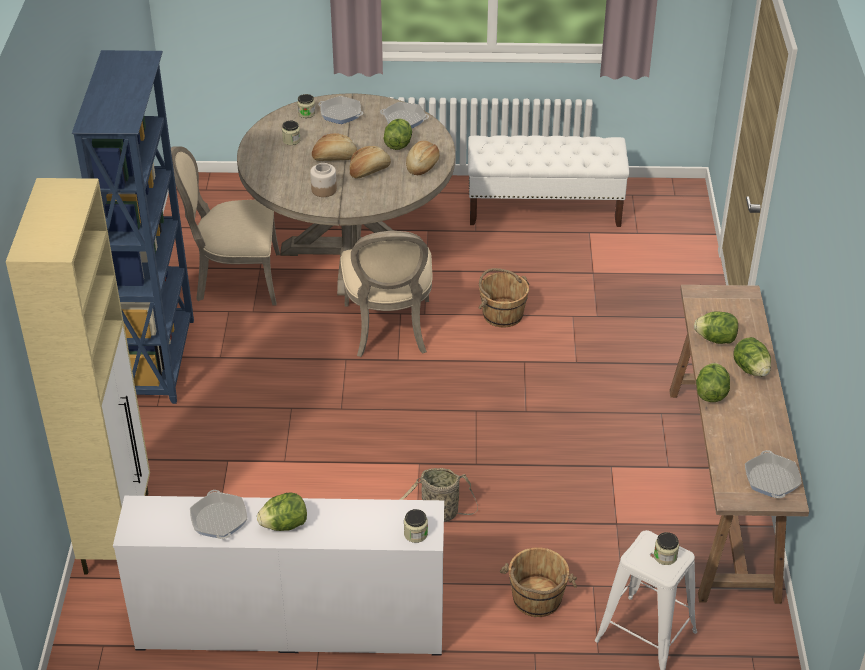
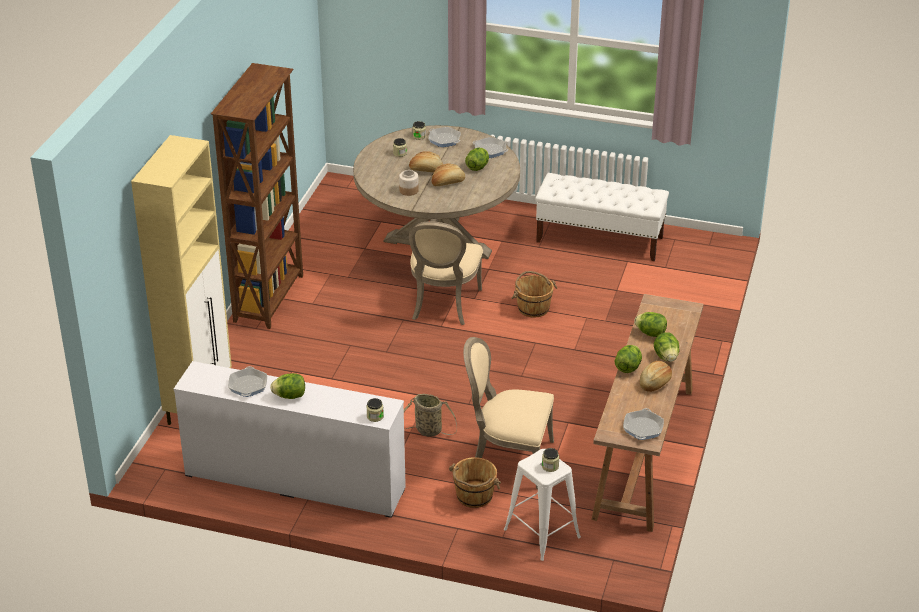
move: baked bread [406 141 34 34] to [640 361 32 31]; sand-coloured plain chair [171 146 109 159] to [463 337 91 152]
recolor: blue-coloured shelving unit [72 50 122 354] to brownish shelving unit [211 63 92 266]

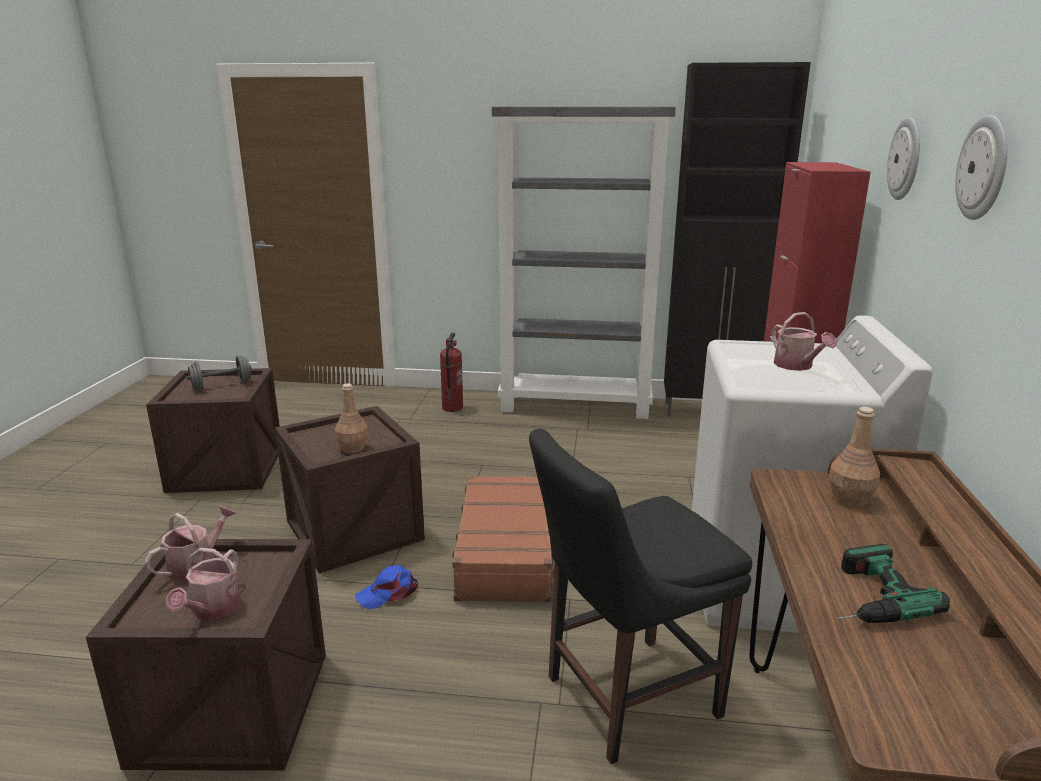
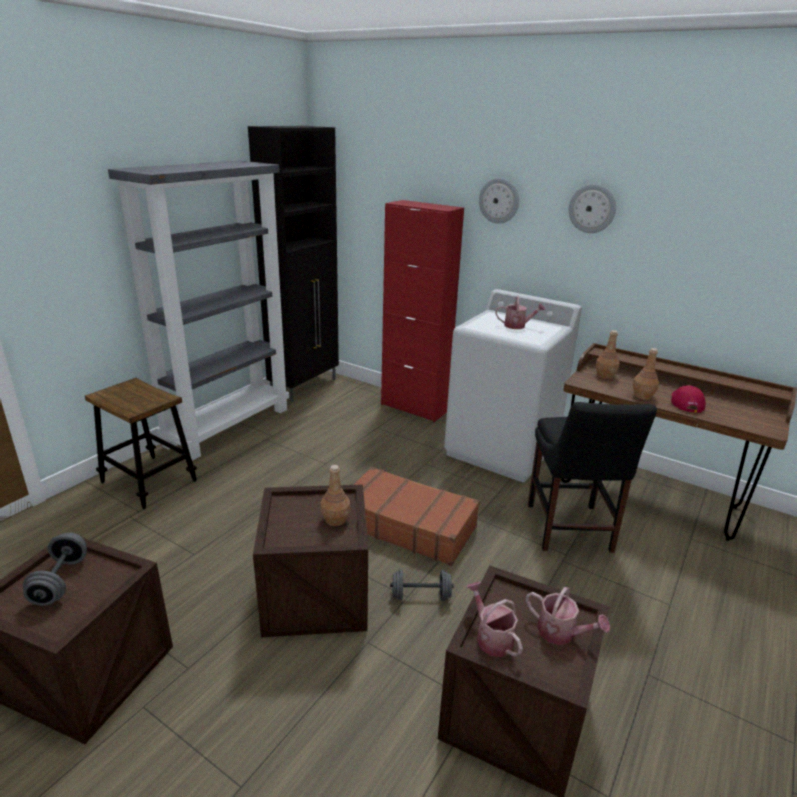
insert: brownish drink bottle [633 348 26 52]
replace: extinguisher [440 333 23 79] to sitting stool [85 378 112 131]; power drill [837 544 113 79] to red-coloured peaked cap [671 385 35 28]; blue-coloured peaked cap [355 565 63 44] to greyish dumbbell [390 570 64 31]

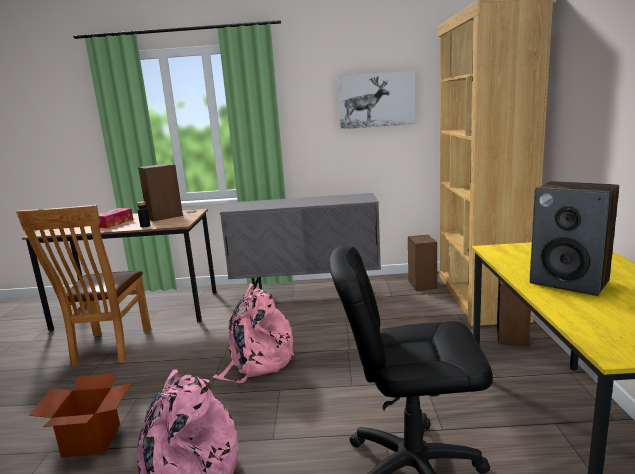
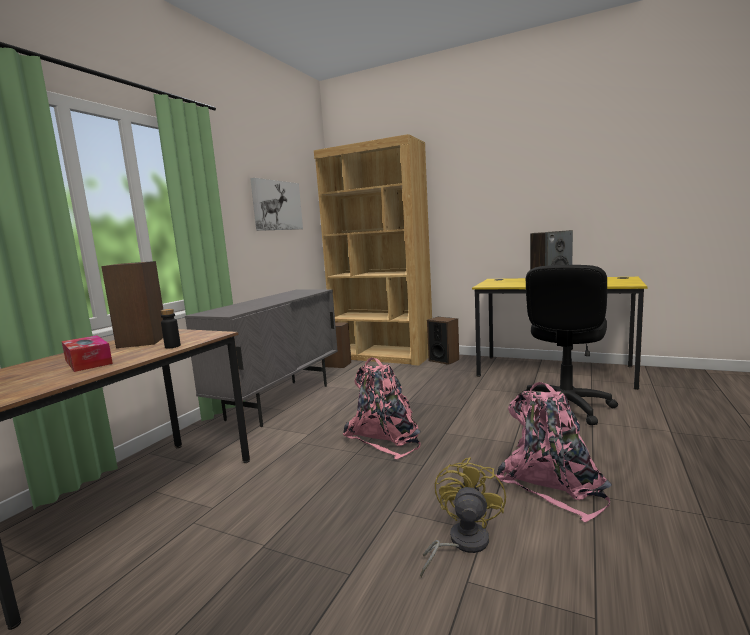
delete: brownish plain chair [16 205 135 162]
replace: packing box [29 373 102 85] to yellow cooling fan [420 457 86 121]

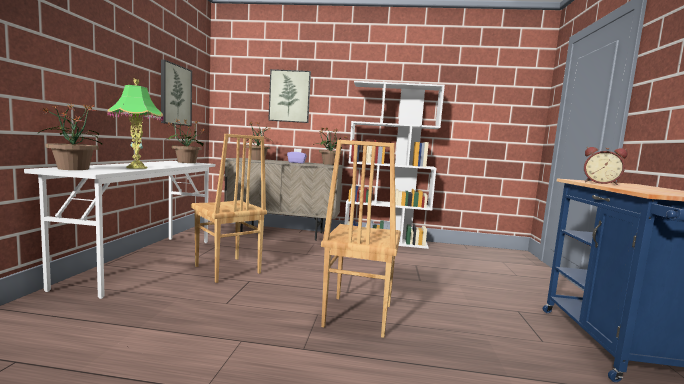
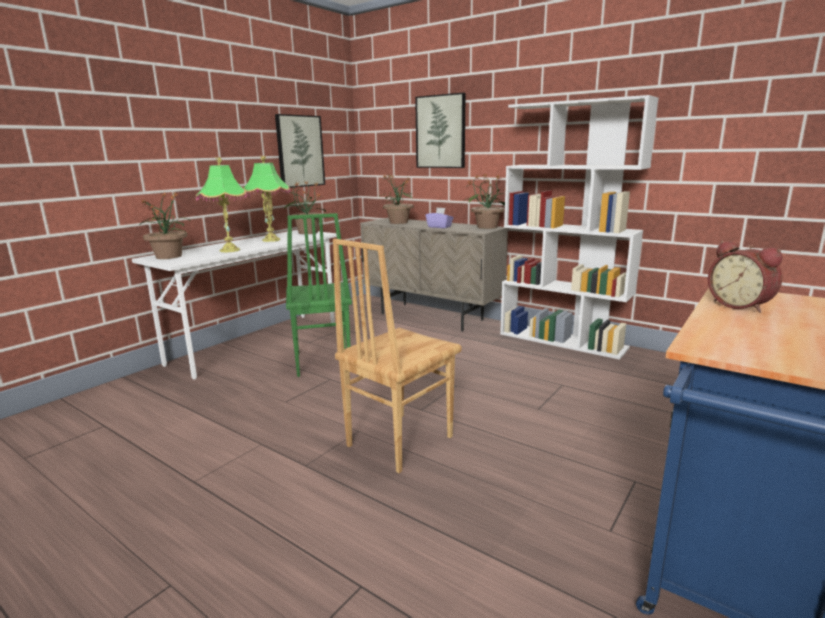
insert: lamp for a table [243 156 47 86]
recolor: brownish plain chair [191 134 76 149] to green plain chair [286 213 66 164]

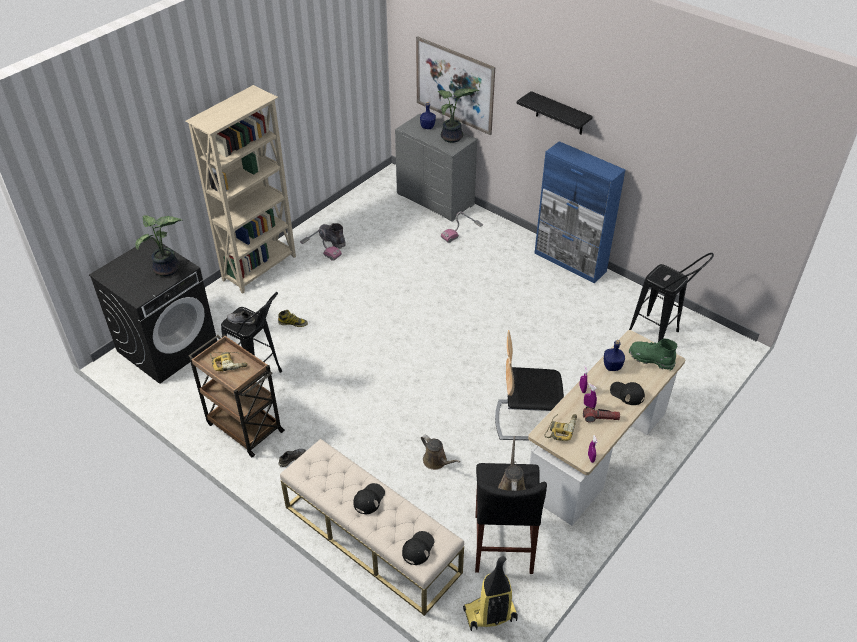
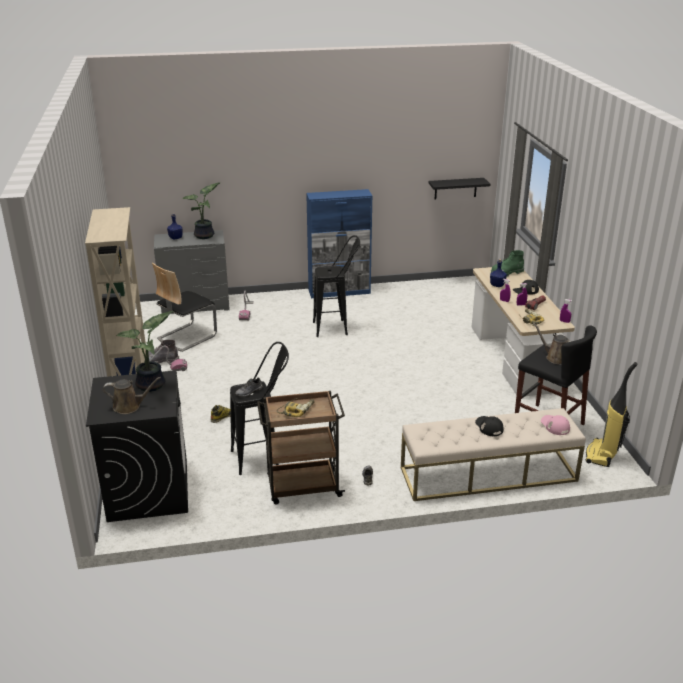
delete: wall art [416 36 79 99]
move: black wall shelf [517 91 76 44] to [428 178 62 21]; black sitting stool [629 253 85 89] to [313 235 47 102]; plain chair [495 330 69 111] to [152 263 65 89]; brownish sprinkling can [421 435 39 35] to [103 377 58 37]
recolor: black peaked cap [402 531 32 34] to pink-coloured peaked cap [541 415 29 20]

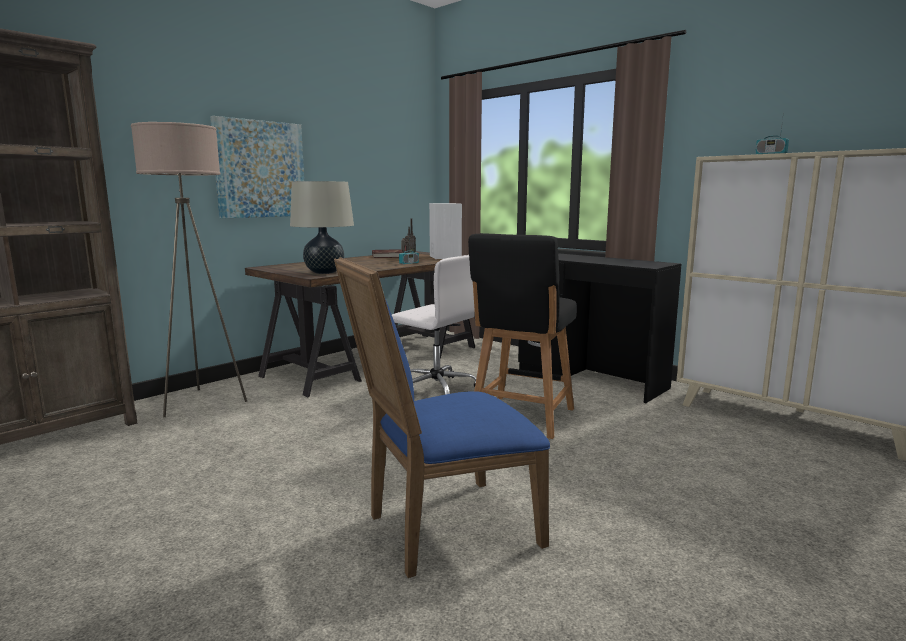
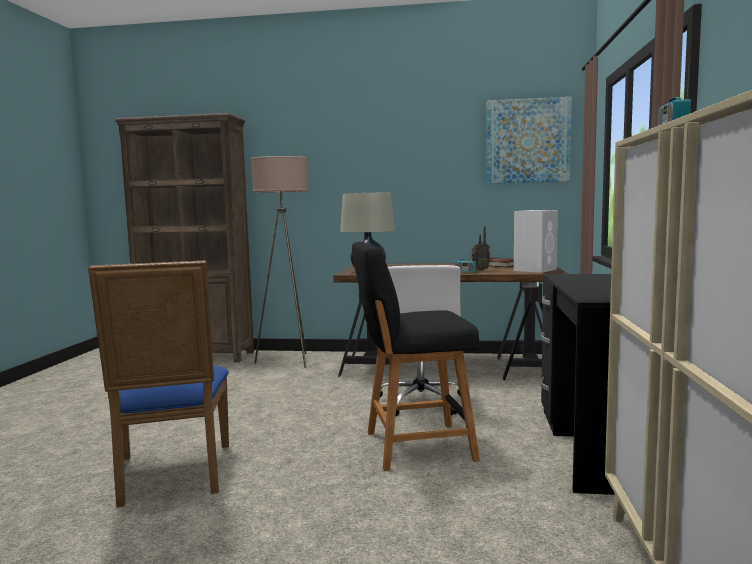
move: wall art [210 116 94 102] to [486 97 86 87]
rotate: blue-coloured plain chair [334 257 216 321] = [88 260 141 247] 135 degrees counterclockwise

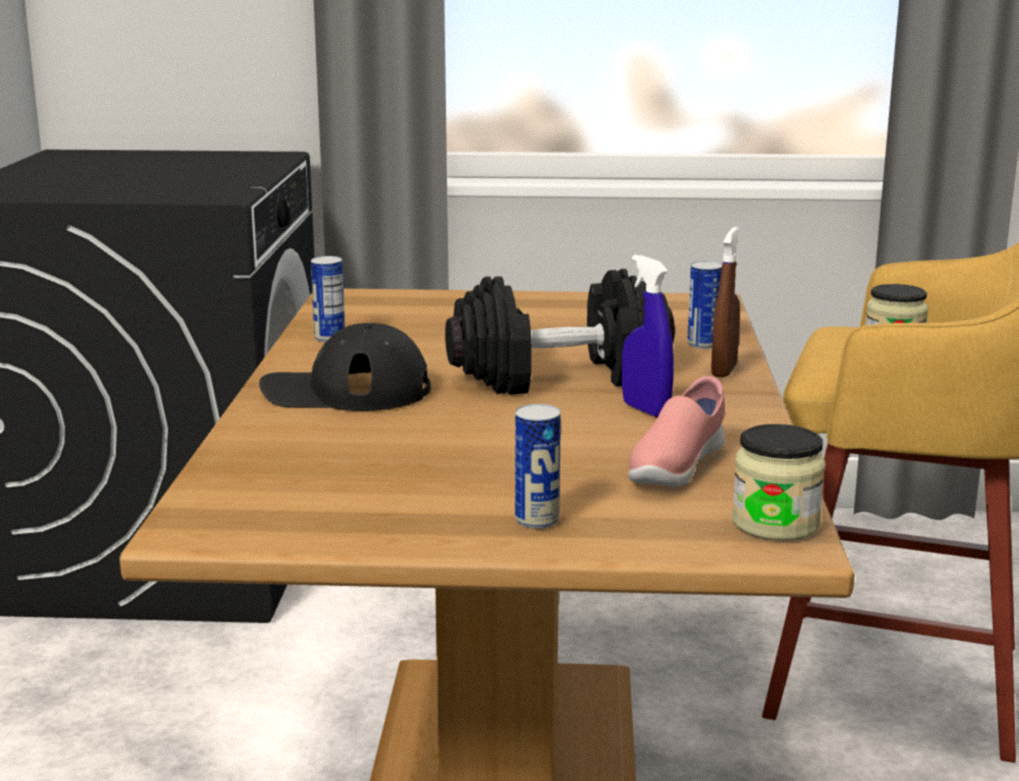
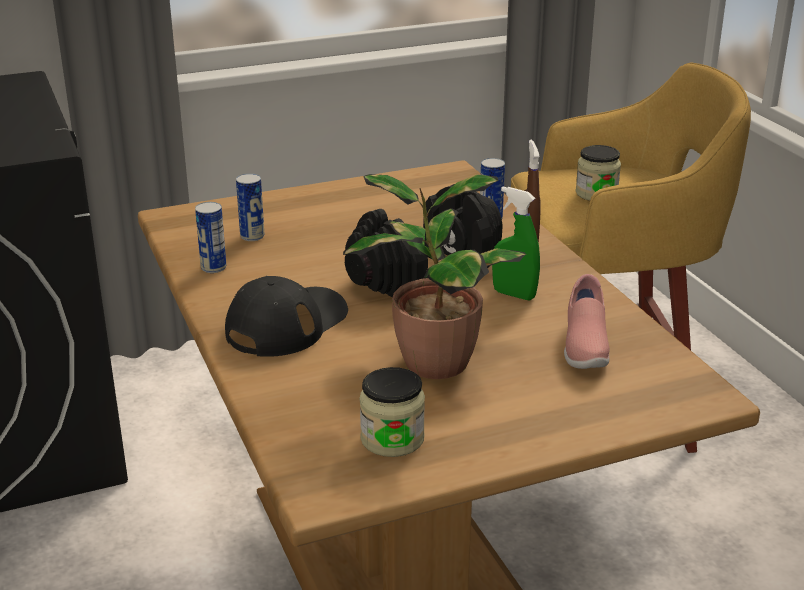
insert: plant in a pot [343 174 183 205]
move: metal can [515 404 46 125] to [236 173 29 68]; jar [732 424 93 117] to [360 367 65 90]
recolor: blue-coloured sprayer [622 255 52 162] to green sprayer [492 187 48 113]
rotate: black peaked cap [259 323 172 88] = [225 276 123 81] 150 degrees clockwise

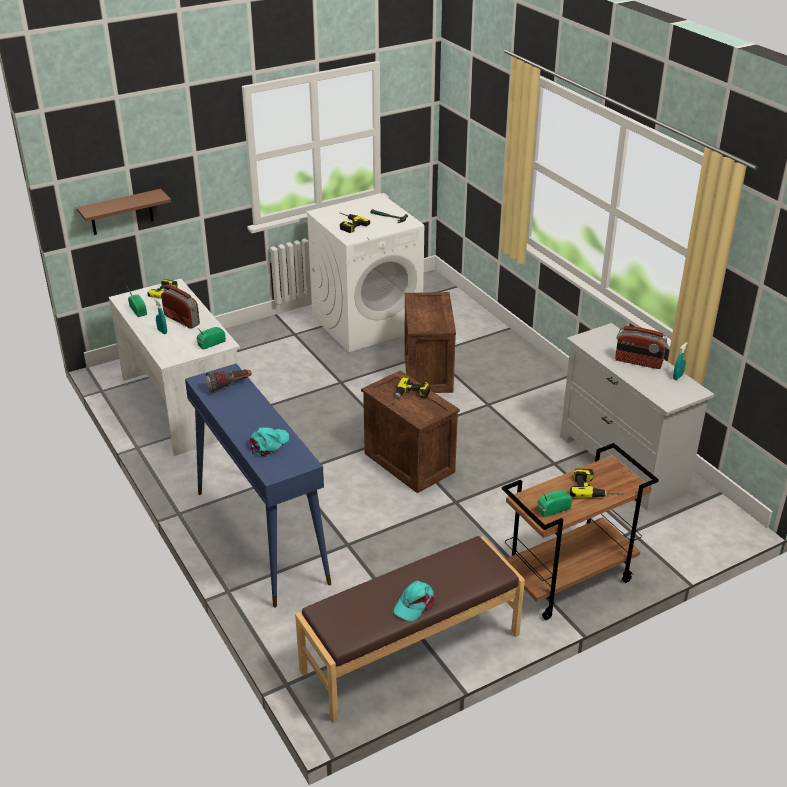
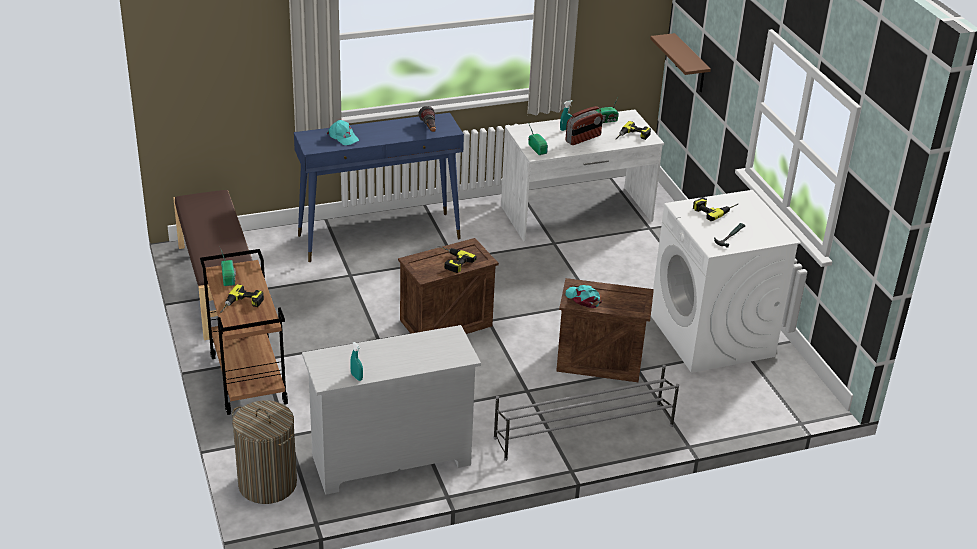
delete: radio [615 326 53 43]
insert: greyish shoe stand [493 364 186 97]; laundry basket [232 401 65 103]
move: turquoise peaked cap [394 581 41 40] to [566 285 36 23]

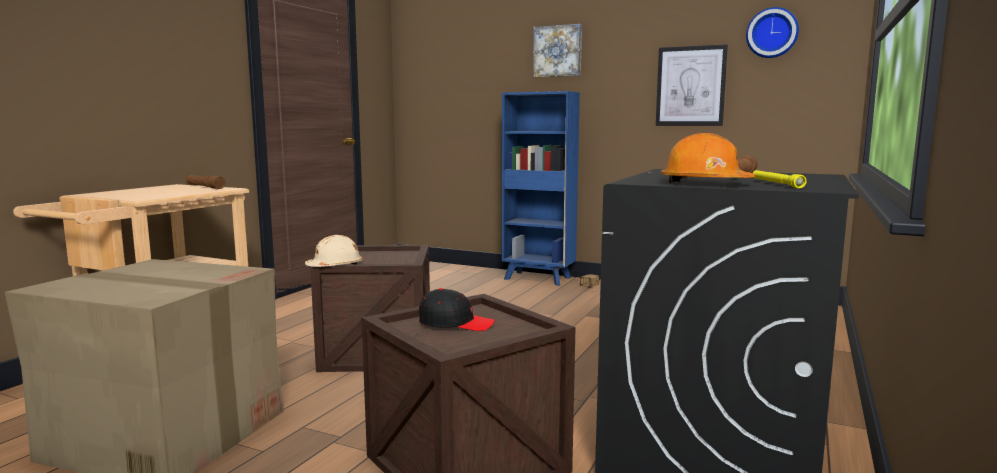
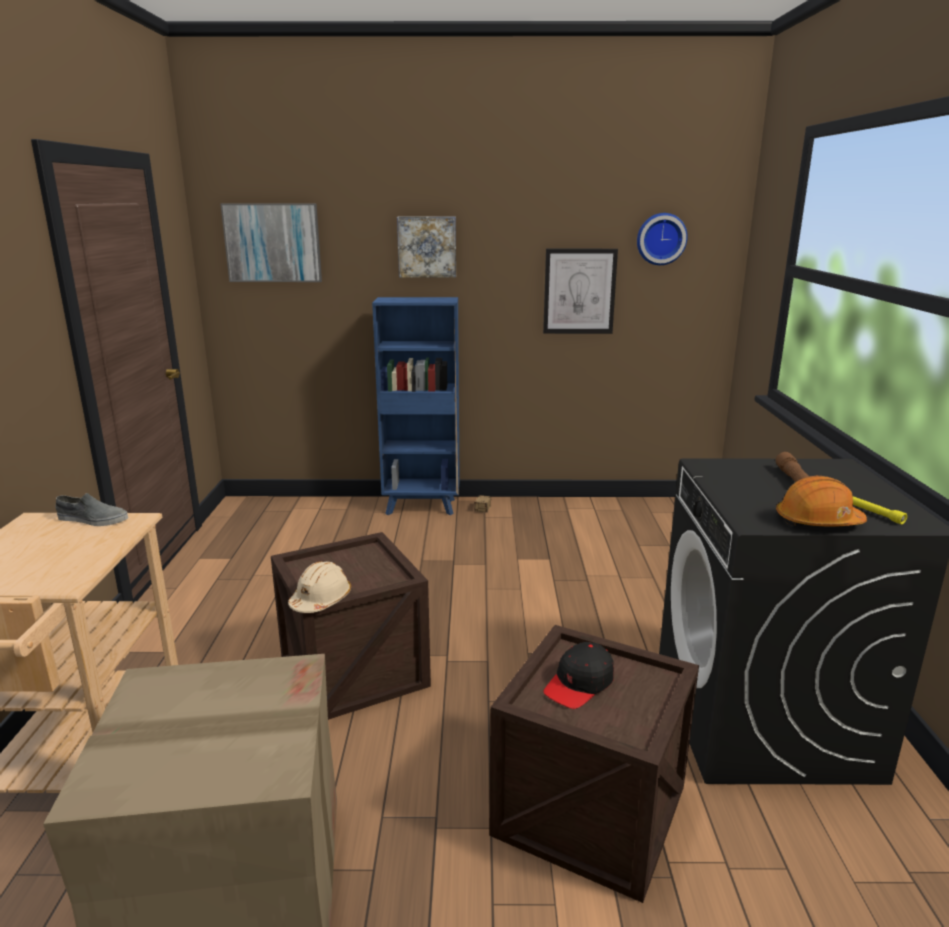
insert: wall art [221 204 101 78]
replace: brownish flashlight [186 175 40 14] to greyish item of footwear [55 493 73 33]
rotate: black peaked cap [419 288 76 43] = [543 642 71 67] 150 degrees clockwise

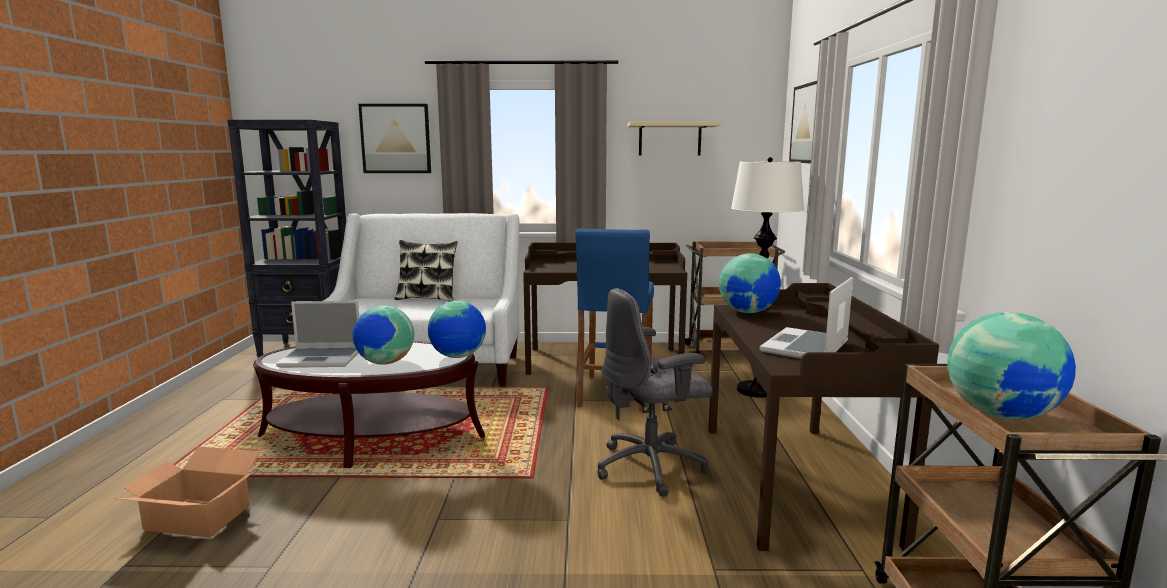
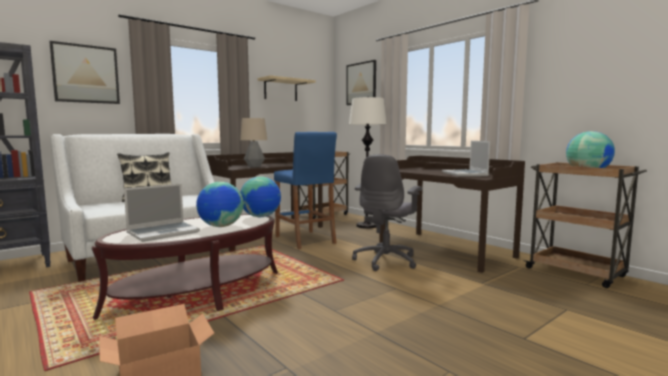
delete: globe [719 253 62 60]
insert: lamp for a table [240 118 27 49]

